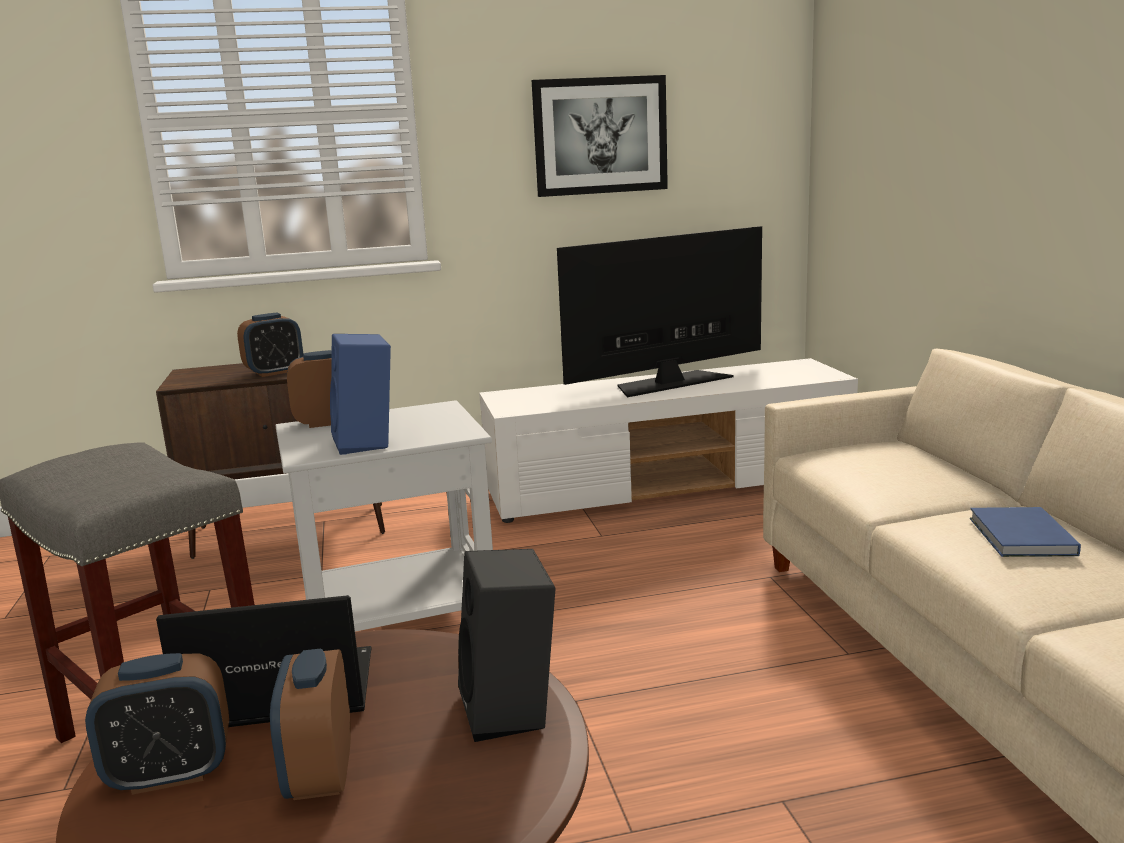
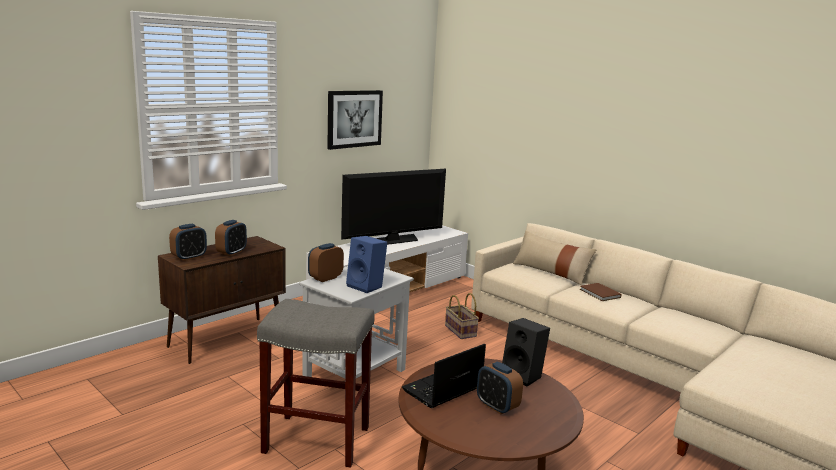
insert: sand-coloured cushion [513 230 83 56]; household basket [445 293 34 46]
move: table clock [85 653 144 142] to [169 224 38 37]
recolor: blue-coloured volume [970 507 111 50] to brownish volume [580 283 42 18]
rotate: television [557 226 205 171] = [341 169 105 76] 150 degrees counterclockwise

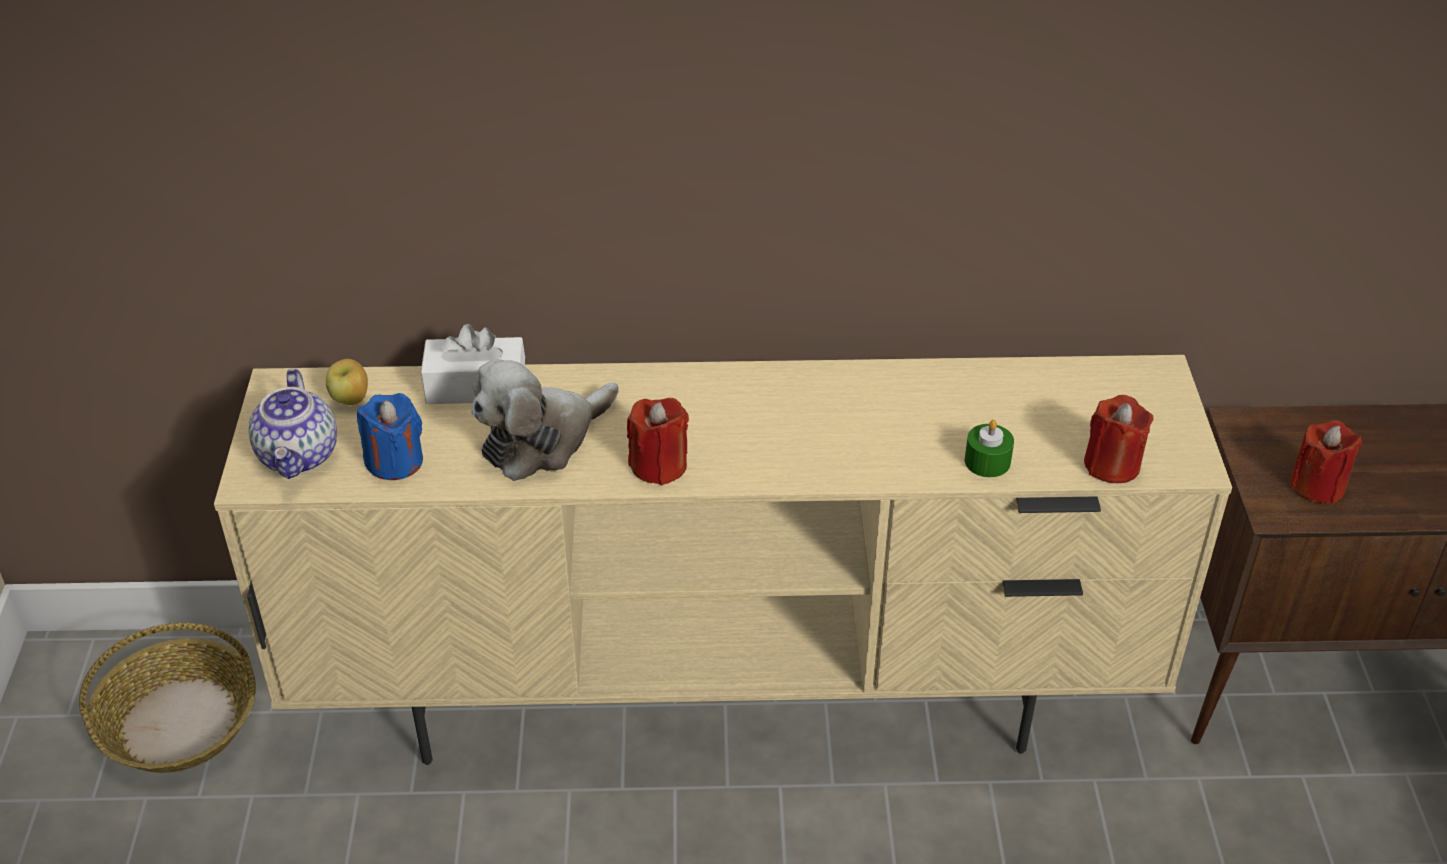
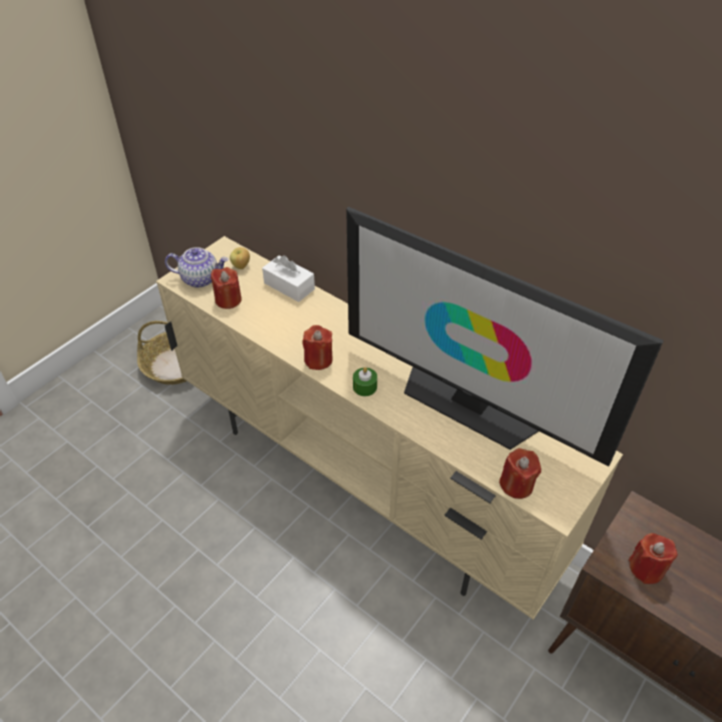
delete: soft toy [471 359 148 122]
insert: television [346 207 318 260]
move: green wax light [965 420 49 57] to [353 367 24 29]
recolor: blue-coloured wax light [357 393 66 87] to red-coloured wax light [211 267 31 42]
rotate: pot for tea [249 369 88 110] = [165 247 63 41] 120 degrees counterclockwise

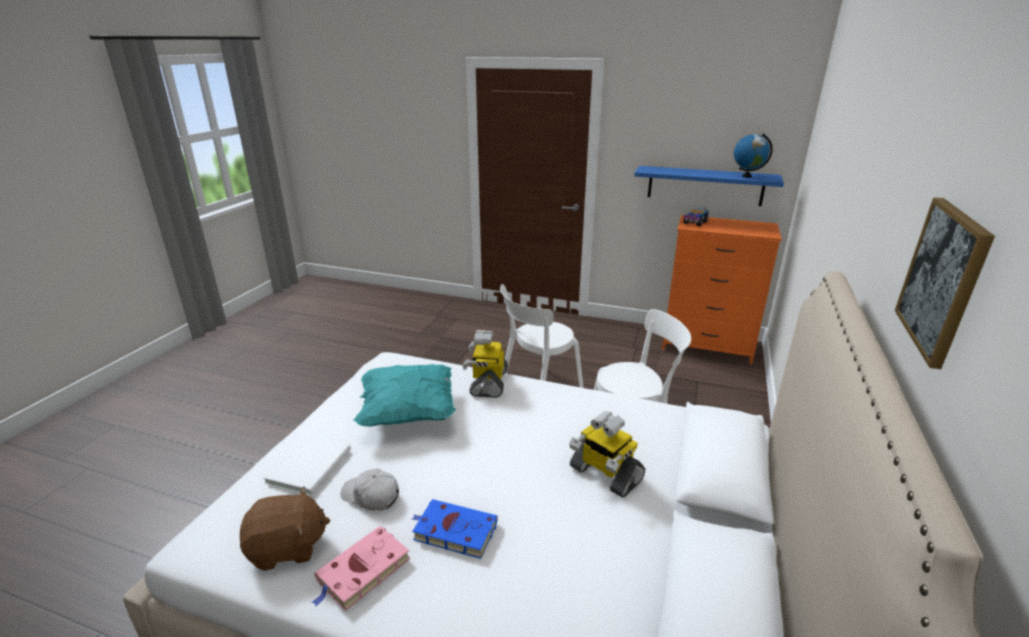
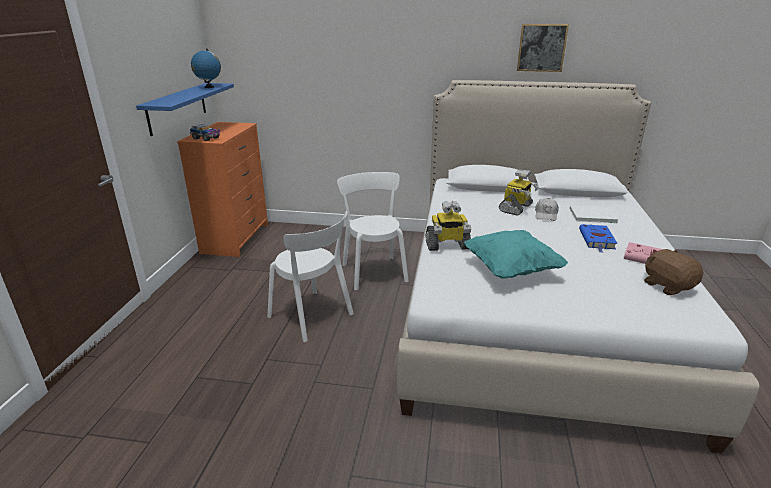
move: white volume [263 435 88 60] to [570 206 49 17]; white peaked cap [340 468 59 43] to [535 198 24 23]

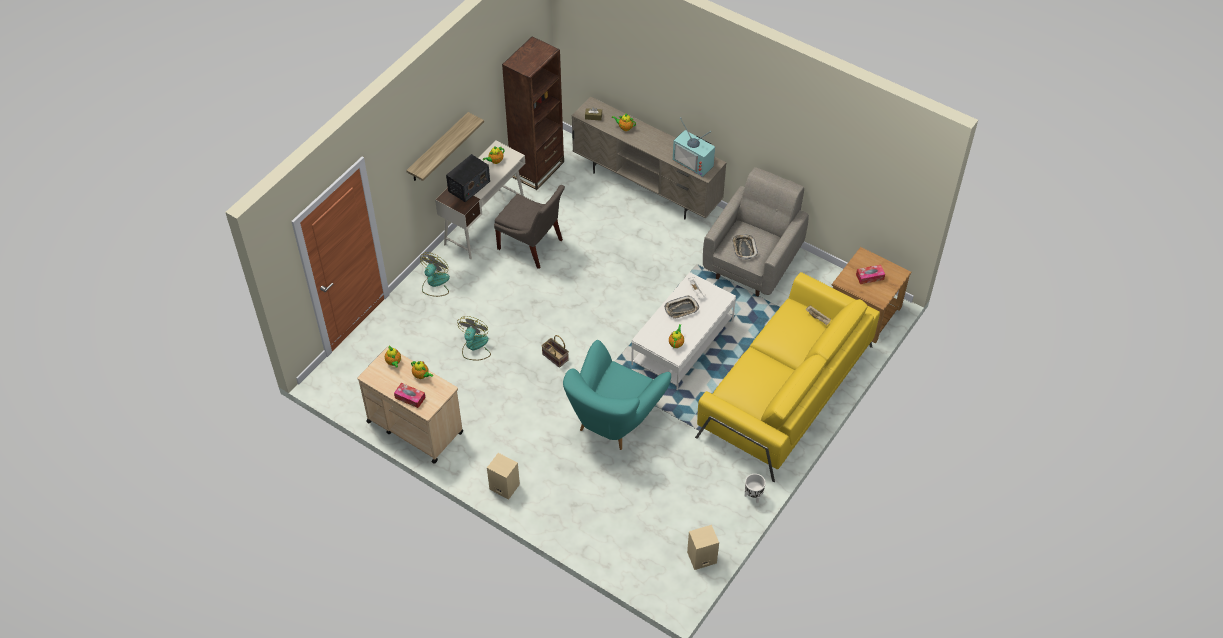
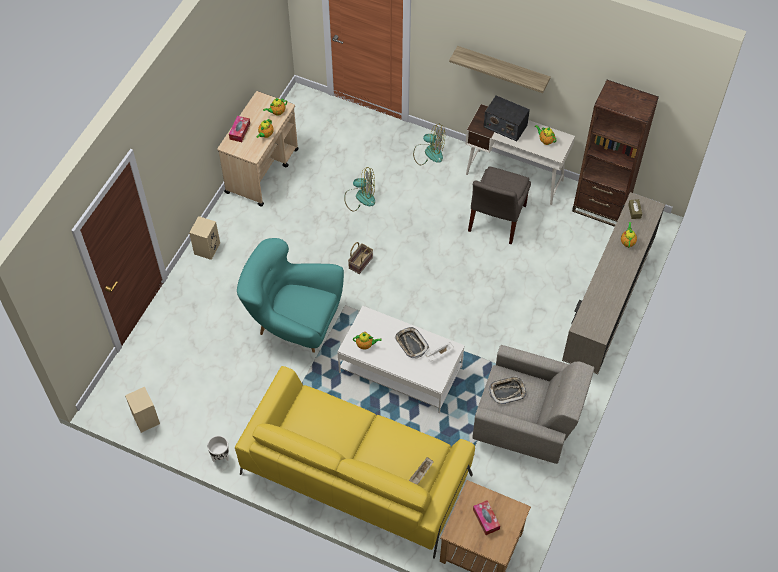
delete: television [673 117 42 60]

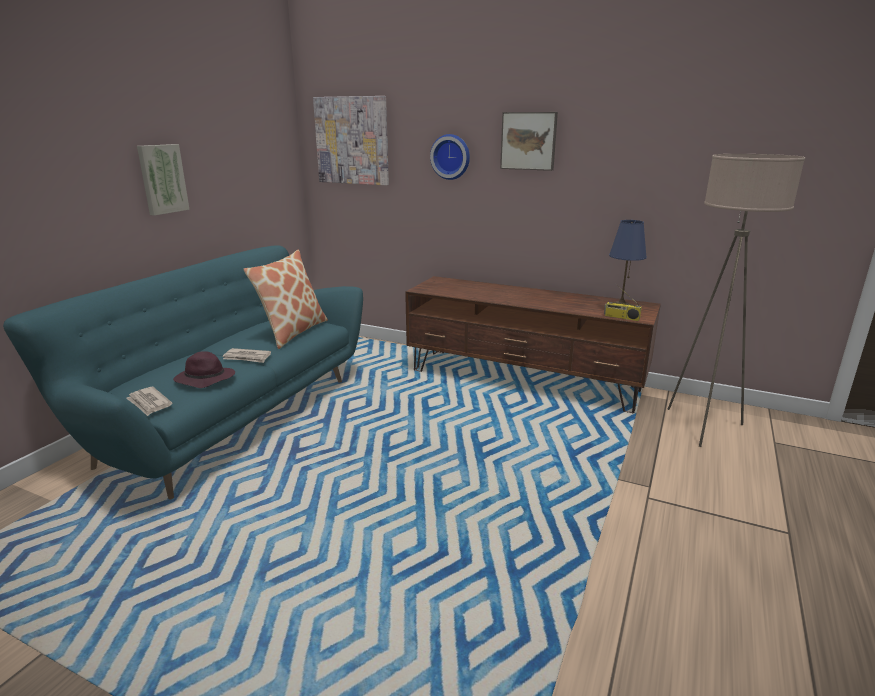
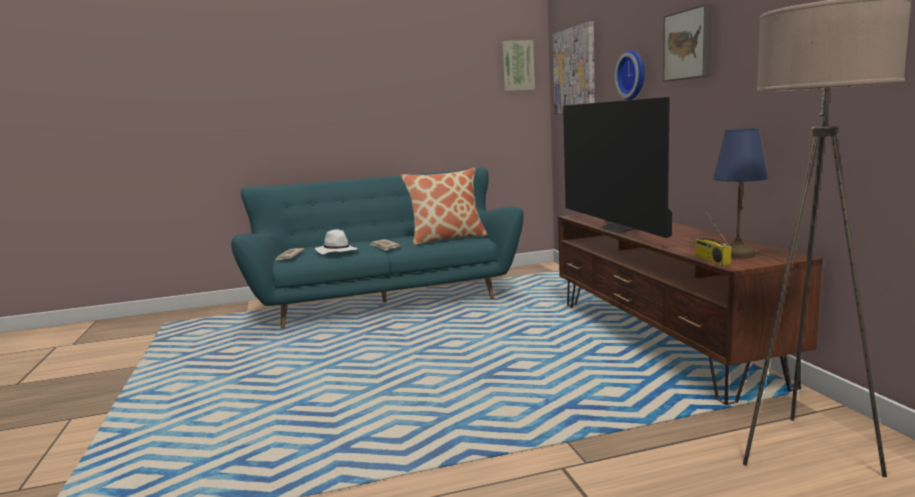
insert: television [563 97 109 141]
move: wall art [137 144 53 72] to [501 40 34 52]
recolor: purple wearable hat [173 351 62 37] to white wearable hat [315 229 43 26]

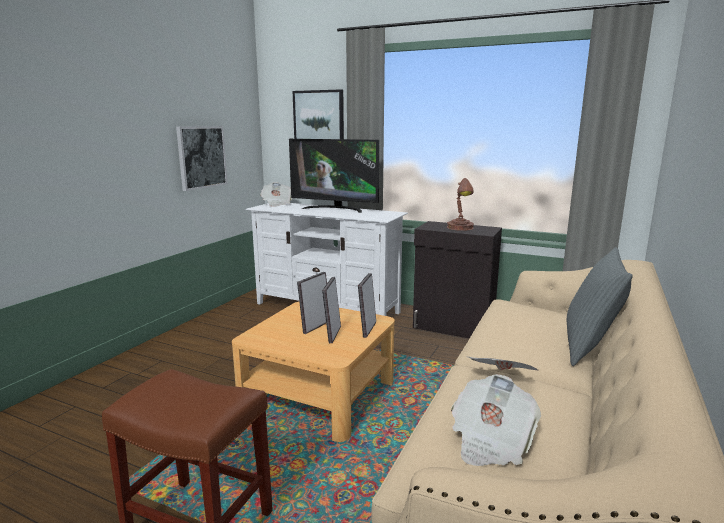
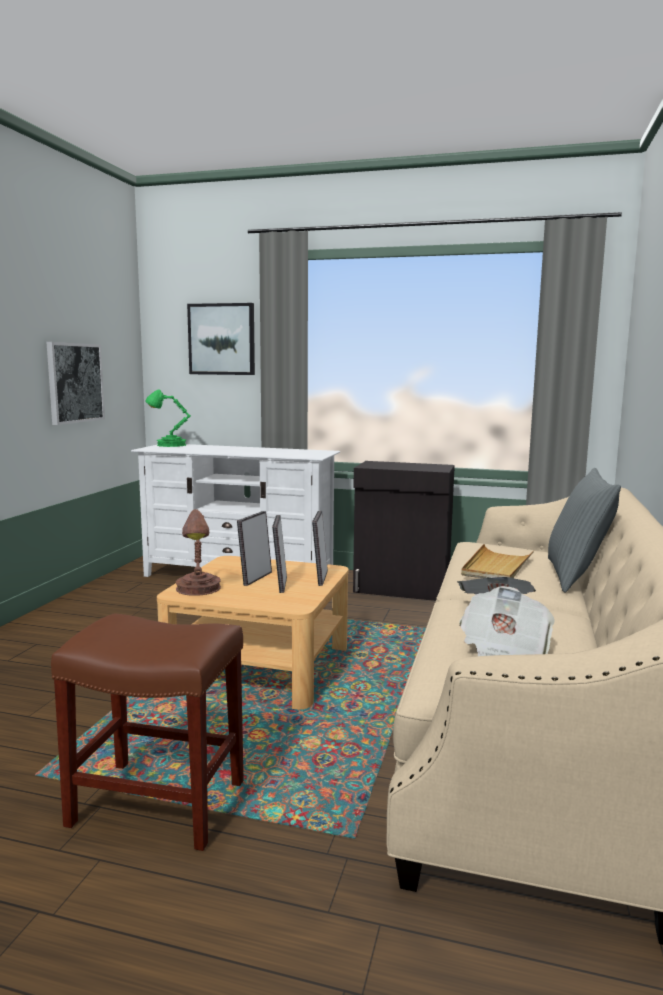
delete: television [289 139 90 74]
insert: sand-coloured tray [461 544 73 34]
move: brownish lamp for a table [447 178 27 53] to [176 509 45 87]
replace: newspaper [260 182 32 25] to green lamp for a table [145 389 46 58]

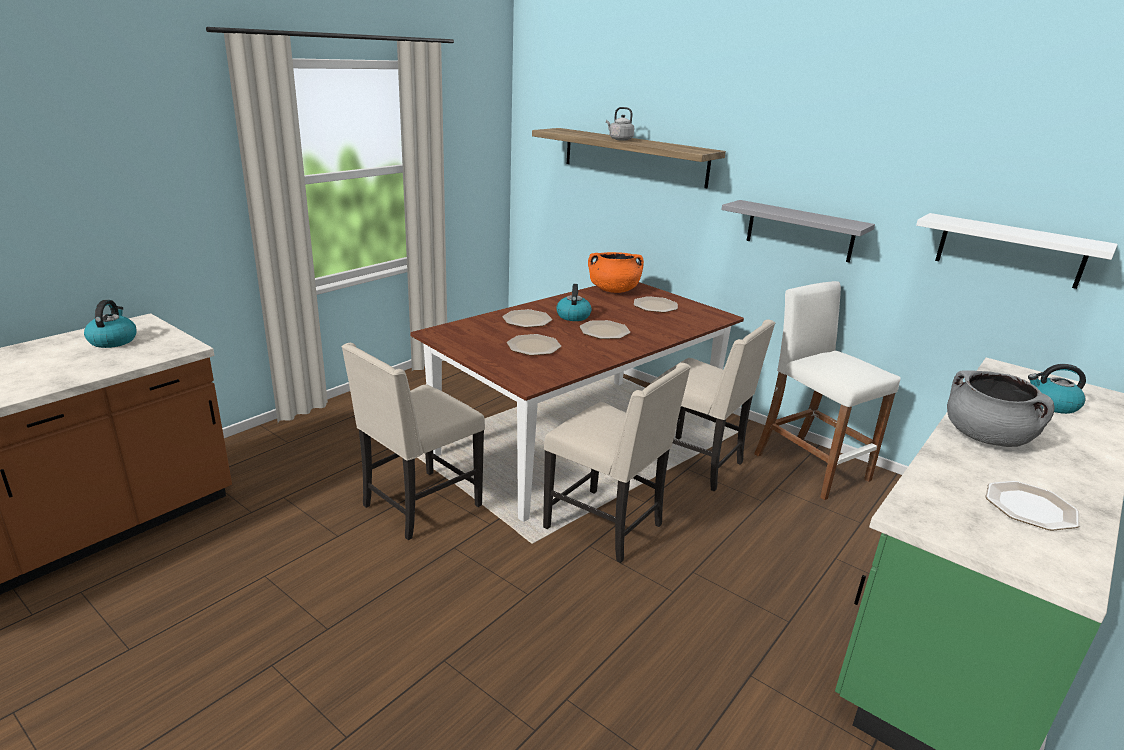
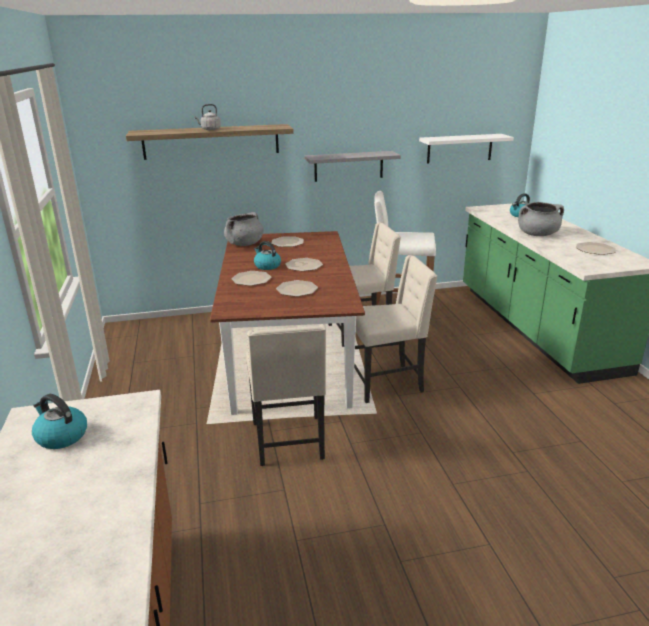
recolor: orange-coloured cooking pot [588 252 56 41] to greyish cooking pot [224 212 40 34]

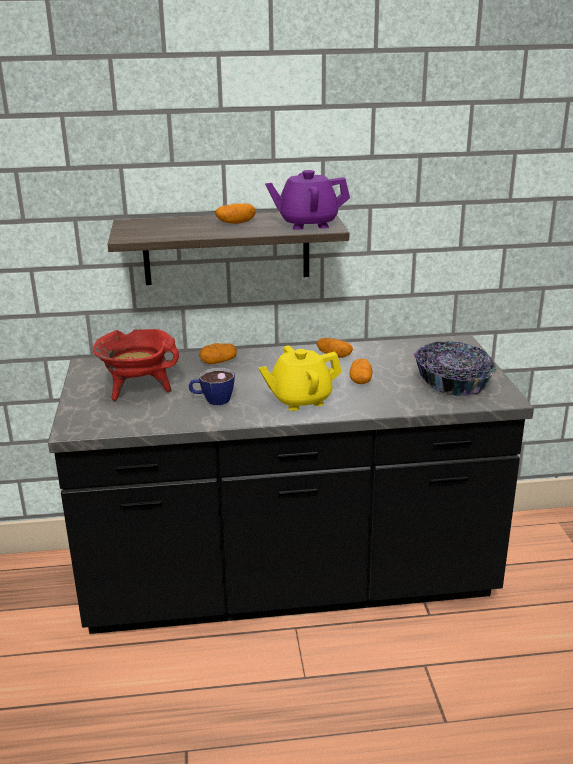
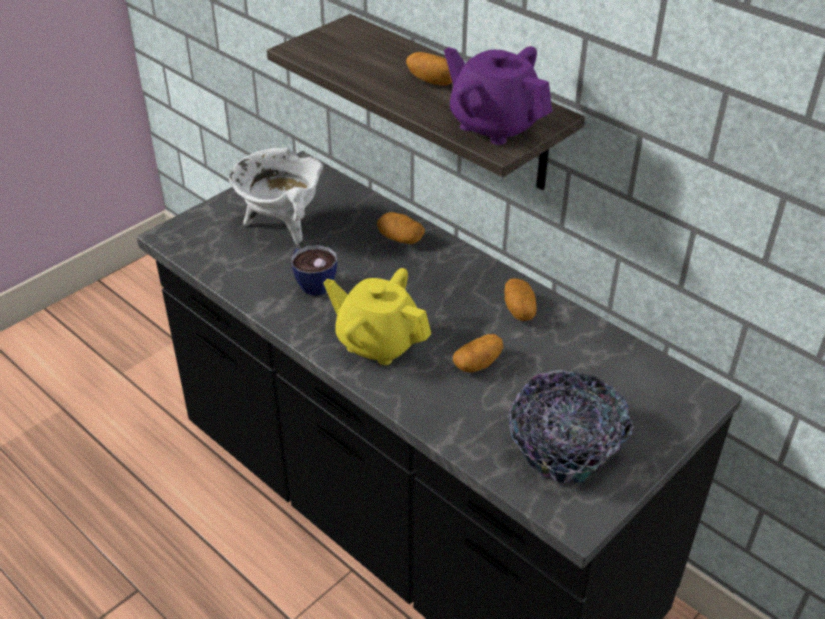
recolor: red-coloured cooking pot [93 329 86 72] to white cooking pot [229 148 94 99]

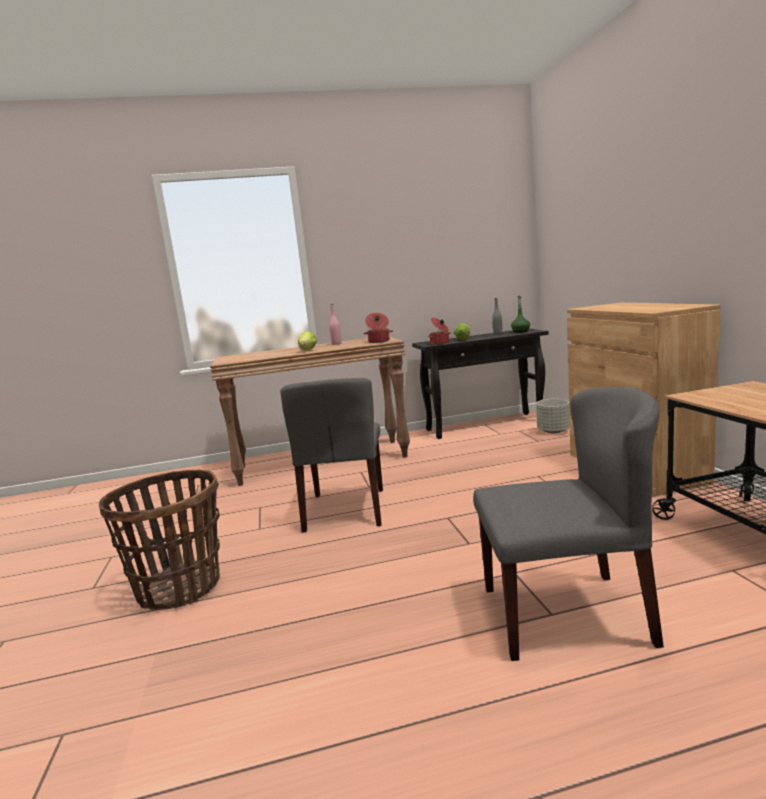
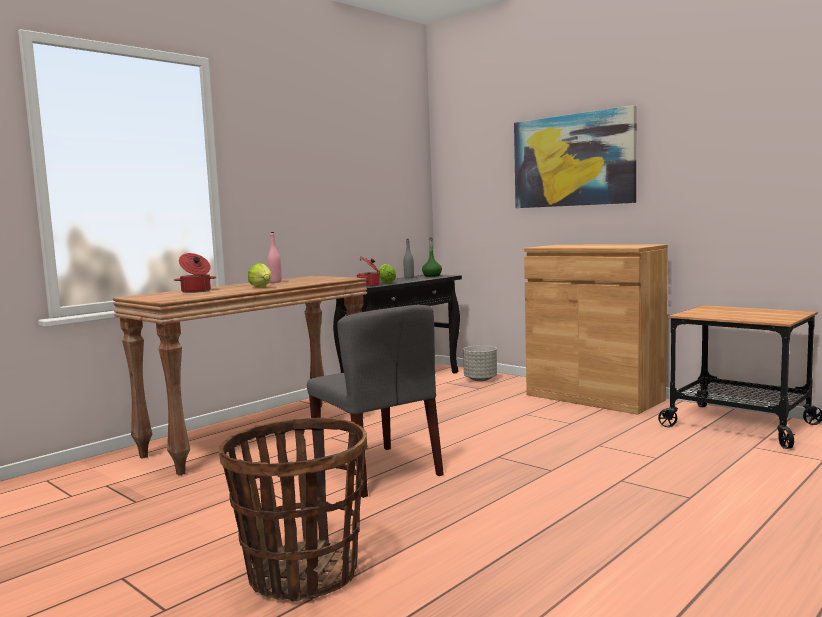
delete: greyish plain chair [473 387 191 274]
insert: wall art [514 105 123 103]
move: cooking pot [363 313 30 30] to [174 253 42 40]

